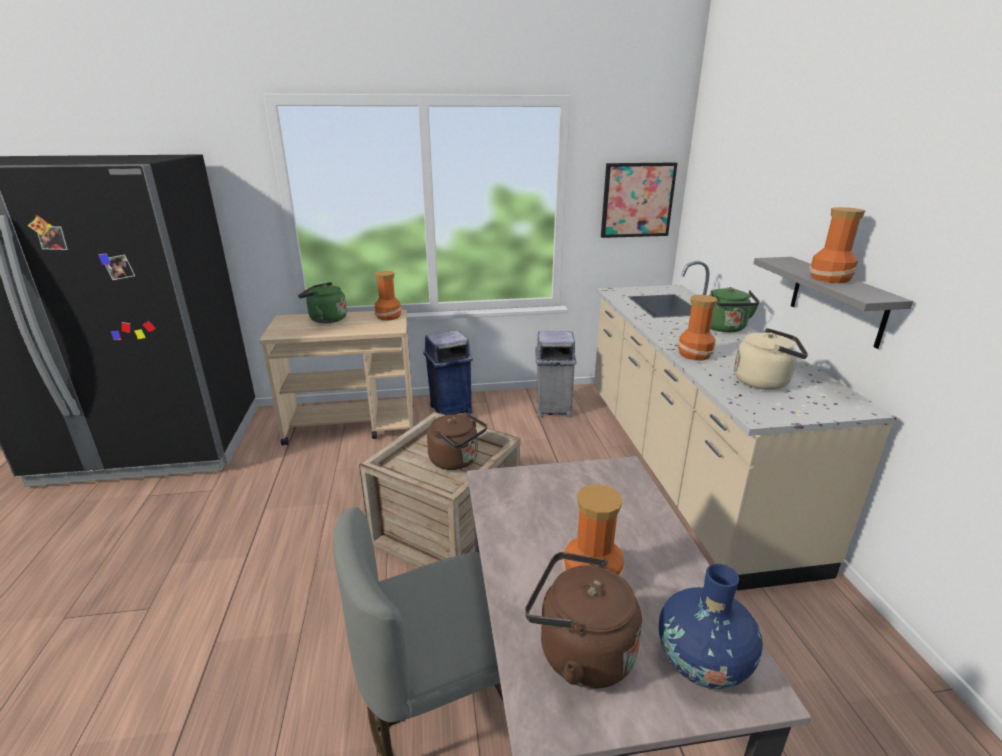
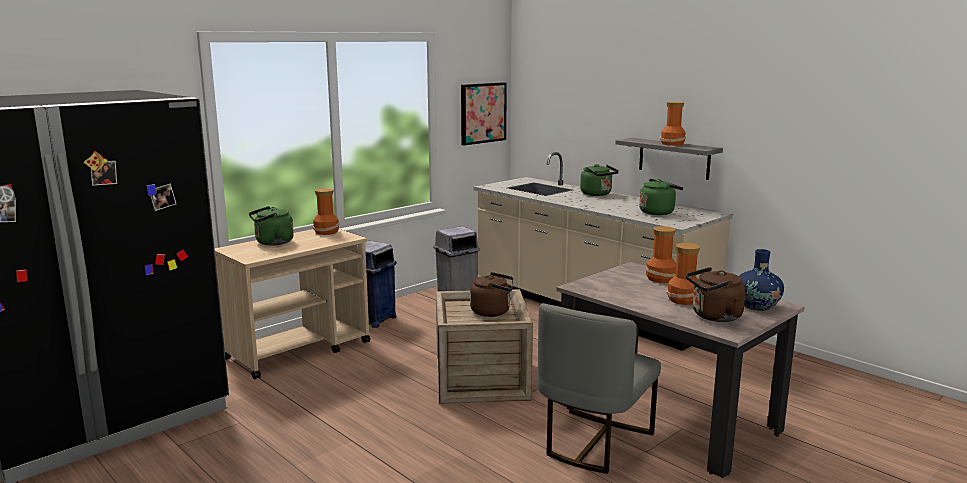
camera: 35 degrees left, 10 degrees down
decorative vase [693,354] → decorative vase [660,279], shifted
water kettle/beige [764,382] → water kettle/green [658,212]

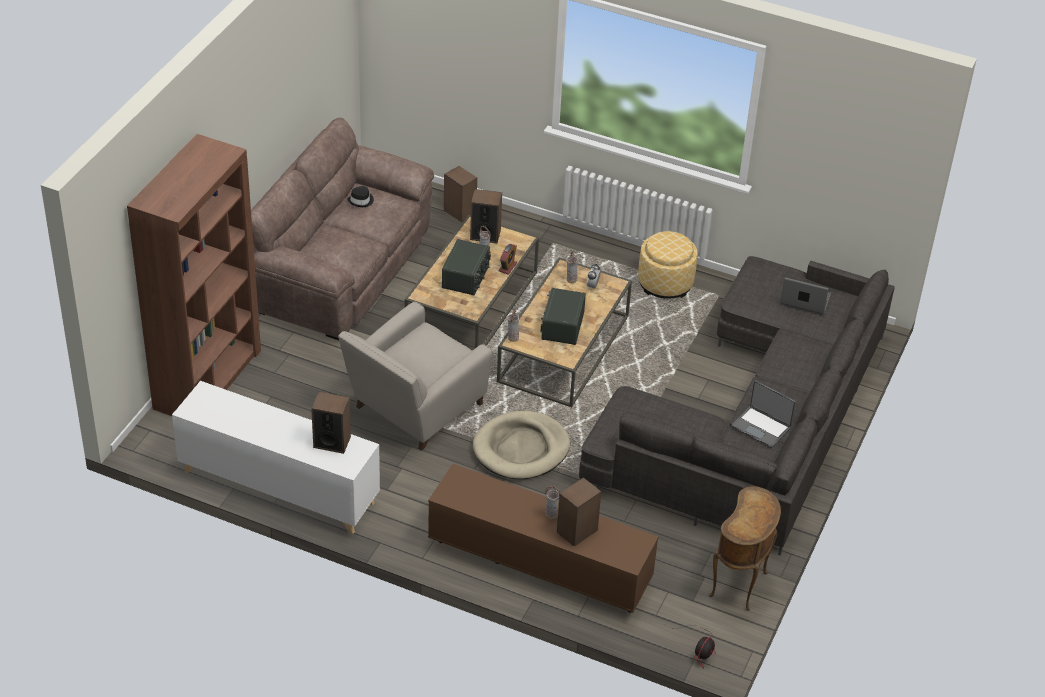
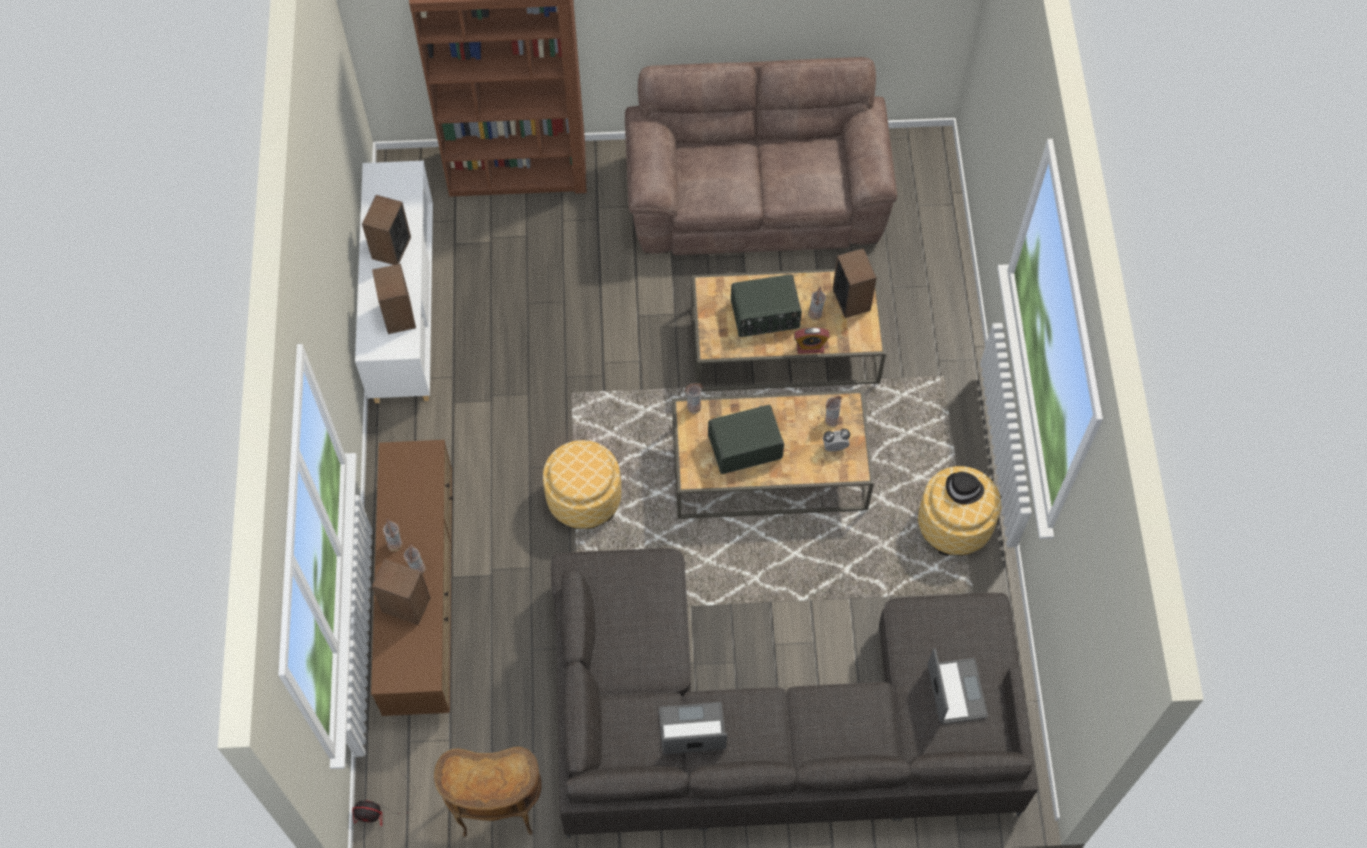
camera: 65 degrees right, 20 degrees up
lounge chair/beige [414,409] → -
- → decorative vase [395,544]
hat/black [361,201] → hat/black [964,489], shifted
loudspeaker [459,212] → loudspeaker [391,248], shifted
pet bed/beige [521,449] → pouffe [584,498]
notebook computer [761,427] → notebook computer [692,730], 75 degrees clockwise

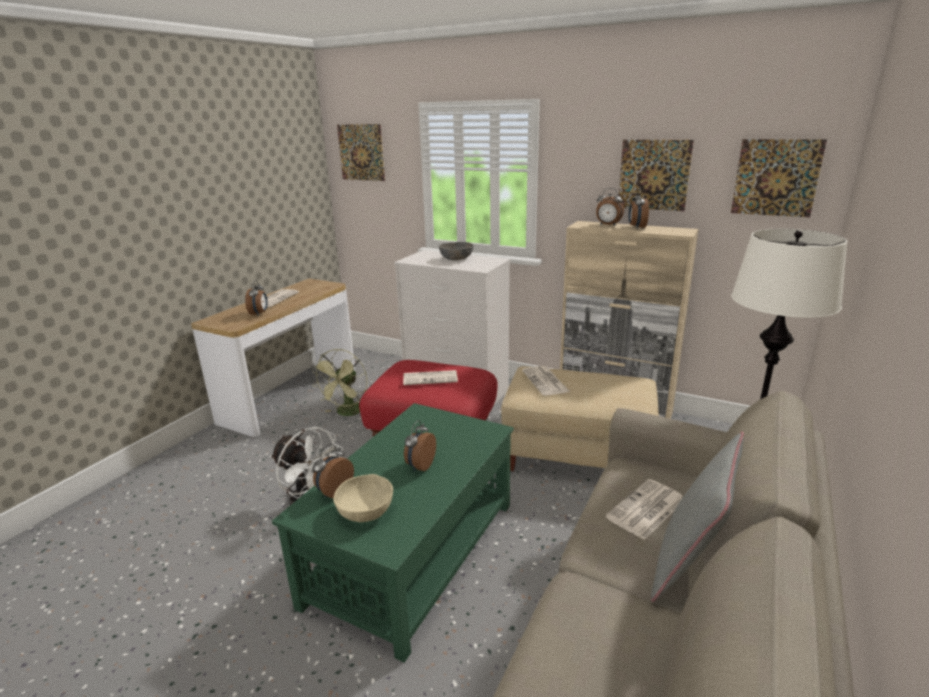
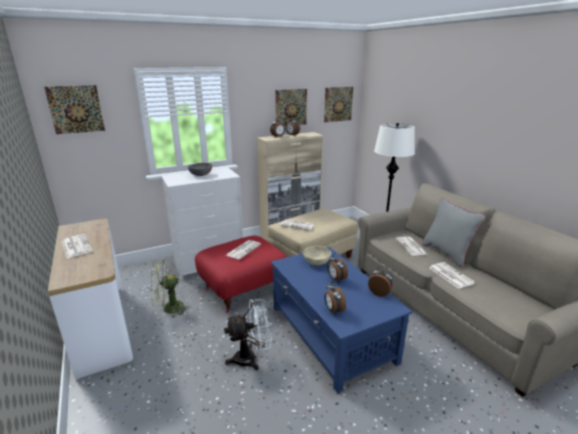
camera: 55 degrees left, 0 degrees up
- → printed paper [450,275]
table clock [259,314] → table clock [380,293], shifted
bowl/beige [366,511] → bowl/beige [316,262], shifted
low table/green [412,552] → low table/bluish [331,333]
fan/green [347,413] → fan/green [168,309], 105 degrees clockwise

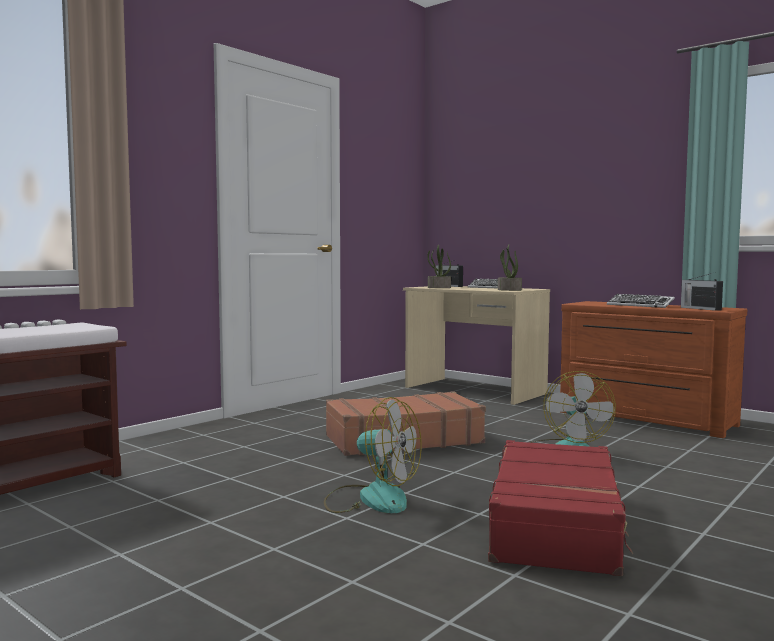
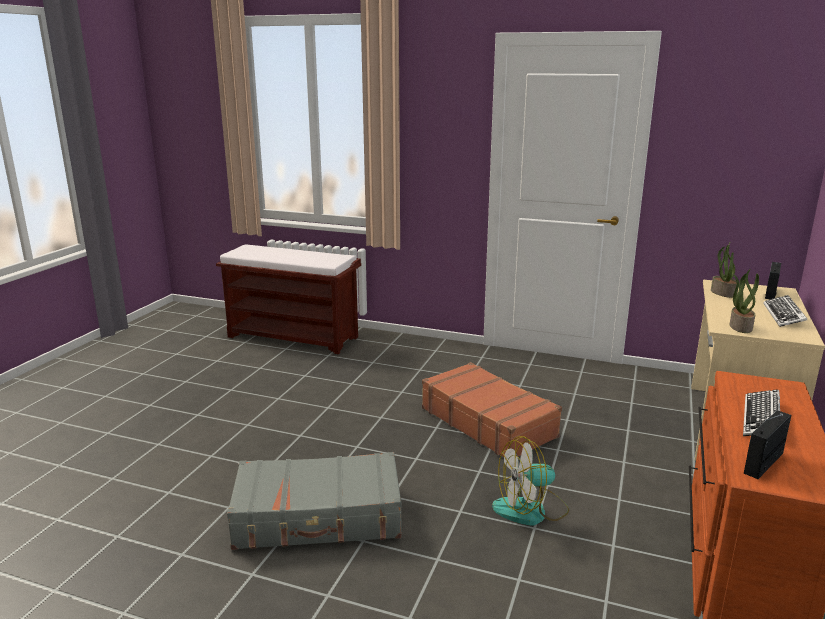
camera: 70 degrees right, 15 degrees up
fan [371,498] → -
travel case/red [556,524] → travel case/gray [319,517]

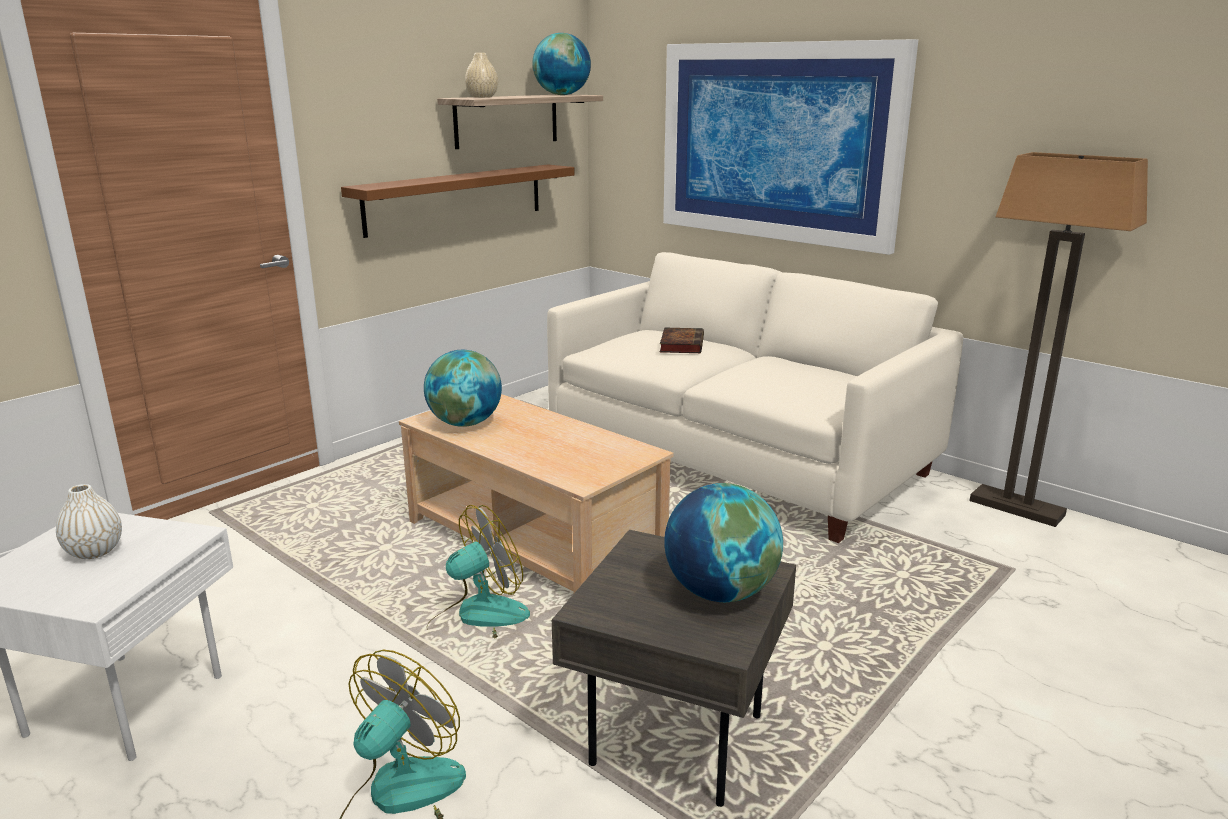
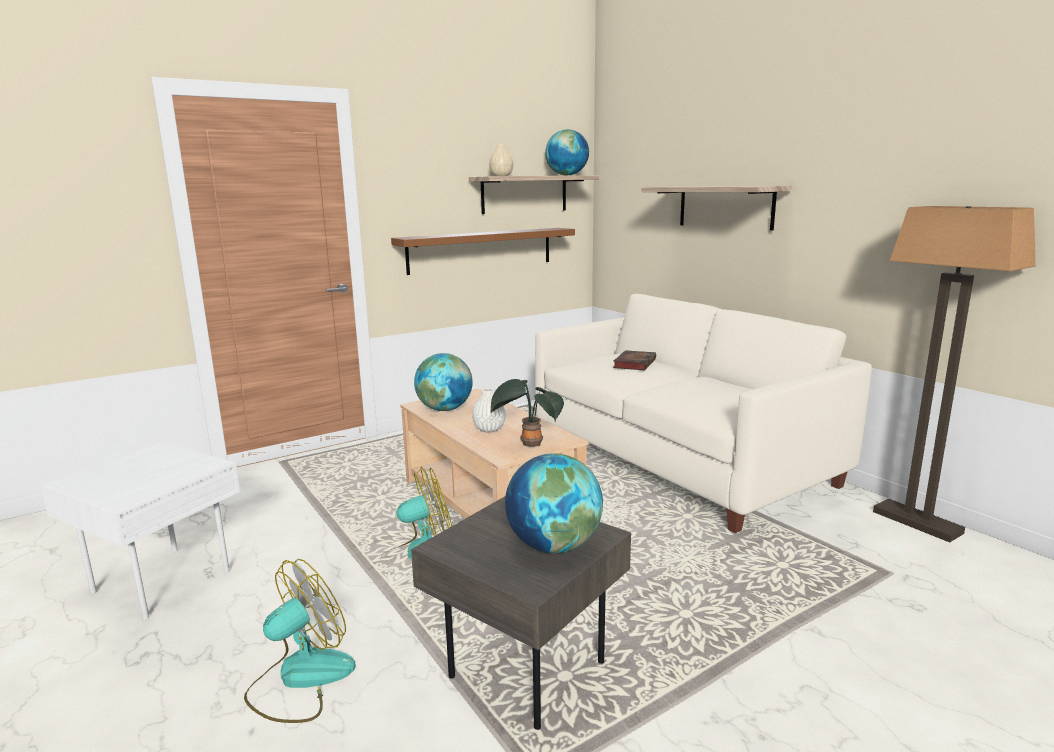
camera: 15 degrees right, 5 degrees down
- → potted plant [529,444]
decorative vase/white-coloured [94,551] → decorative vase/white-coloured [489,429], shifted
picture [777,142] → shelf [725,207]

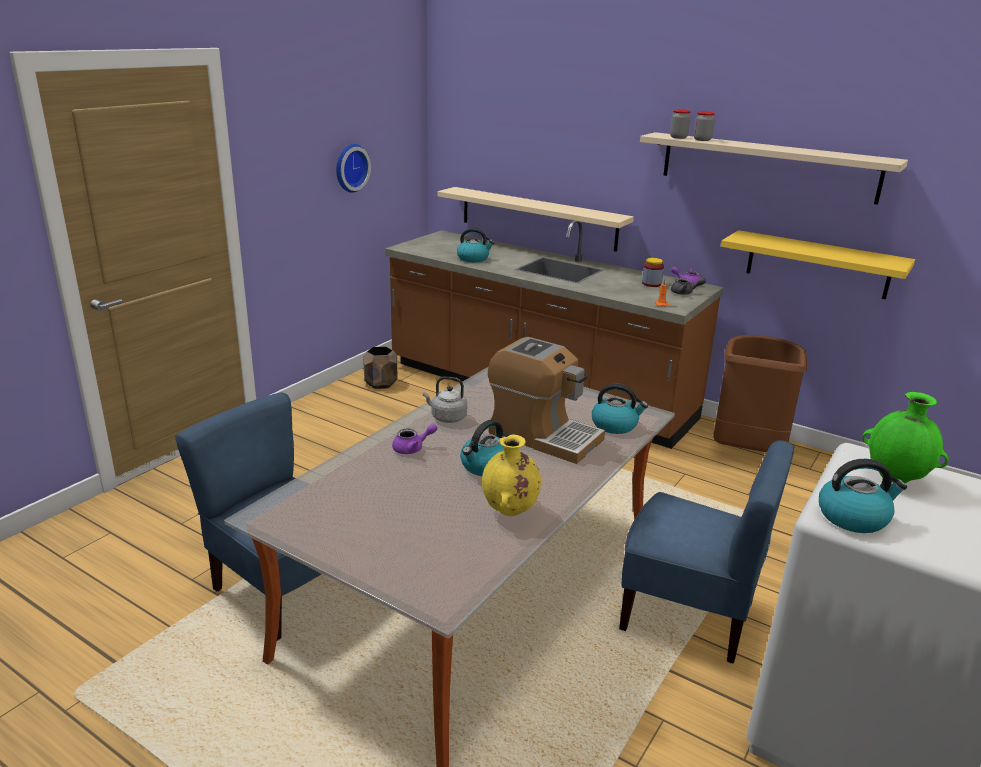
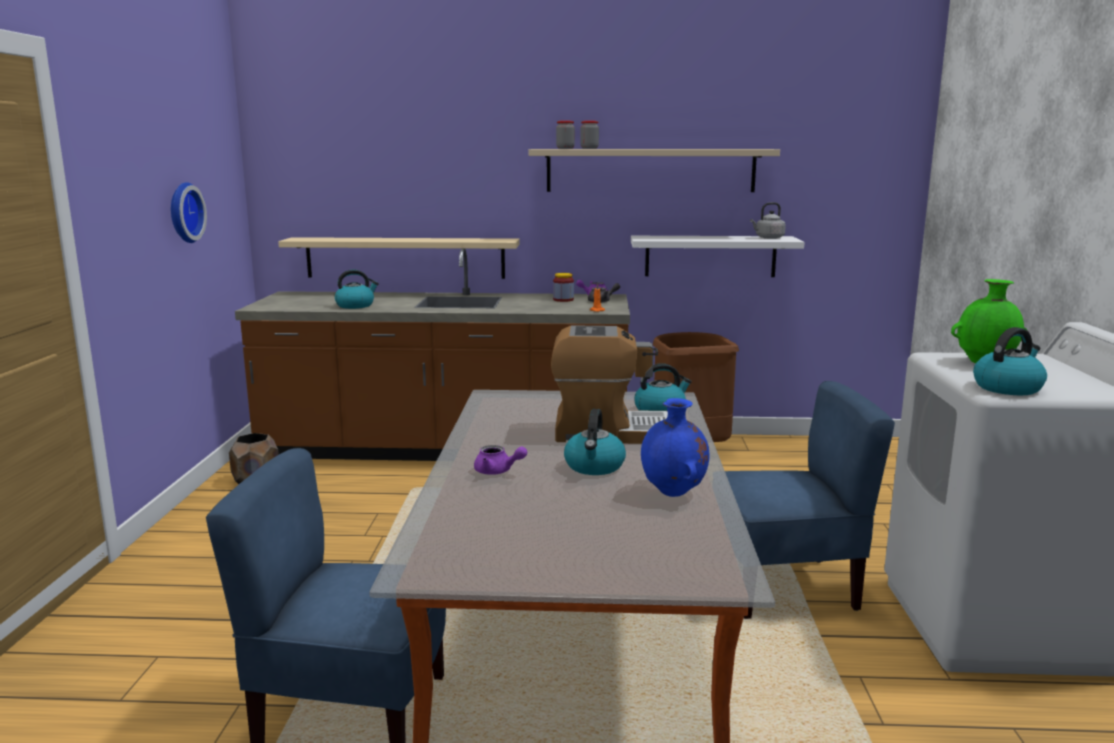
camera: 30 degrees left, 10 degrees down
water kettle/gray [447,417] → water kettle/gray [768,238], shifted
decorative vase/yellow [510,511] → decorative vase/bluish [673,493]
shelf/yellow [817,264] → shelf/white-coloured [710,256]
teapot/purplish [412,448] → teapot/purplish [497,471], 75 degrees clockwise

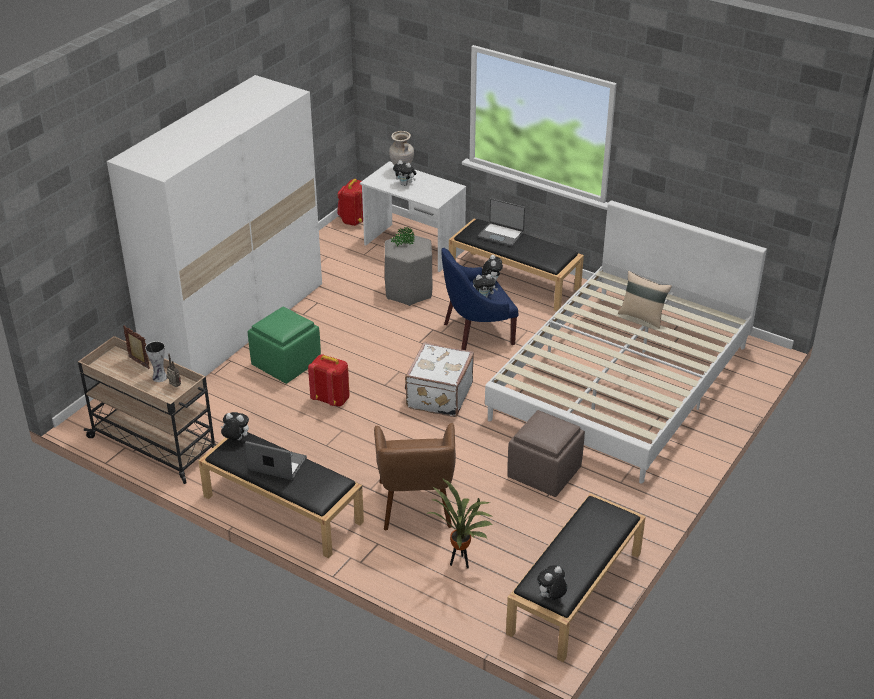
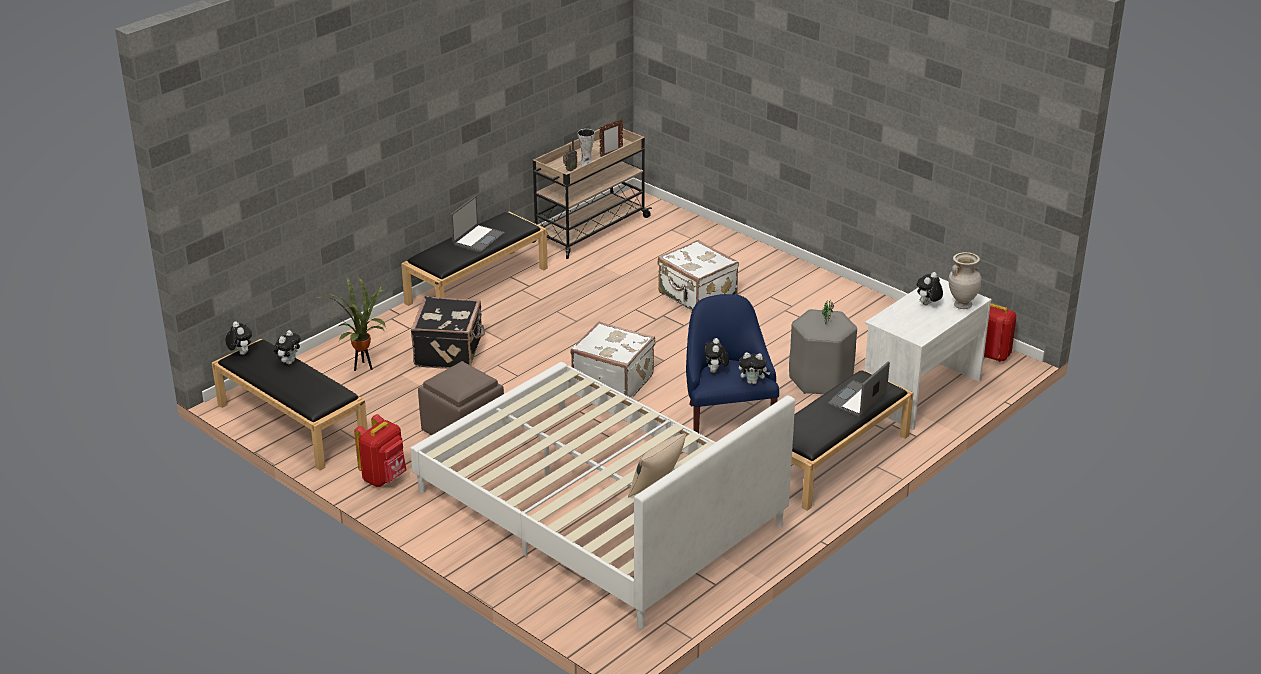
camera: 100 degrees right, 5 degrees down
clothes cupboard/white-coloured [236,323] → -
cuddly toy [236,439] → cuddly toy [289,361], shifted
backpack/red [331,399] → backpack/red [384,478], shifted
pouffe/green [286,363] → travel case/white-coloured [696,296]
lounge chair/brownish [416,505] → travel case/black [450,352]

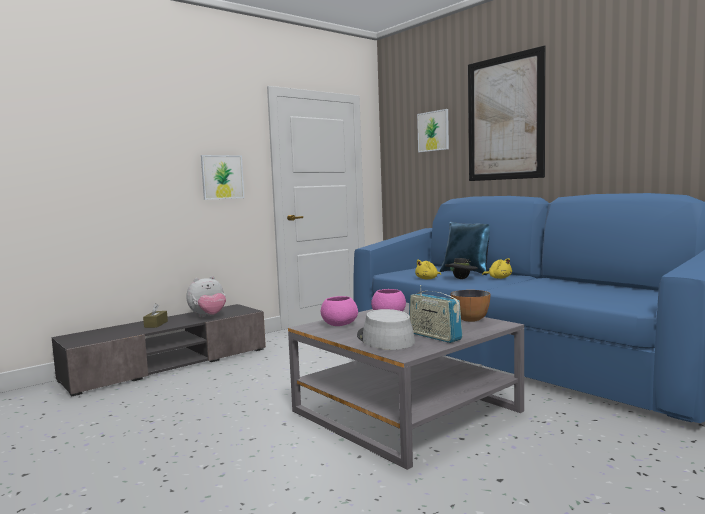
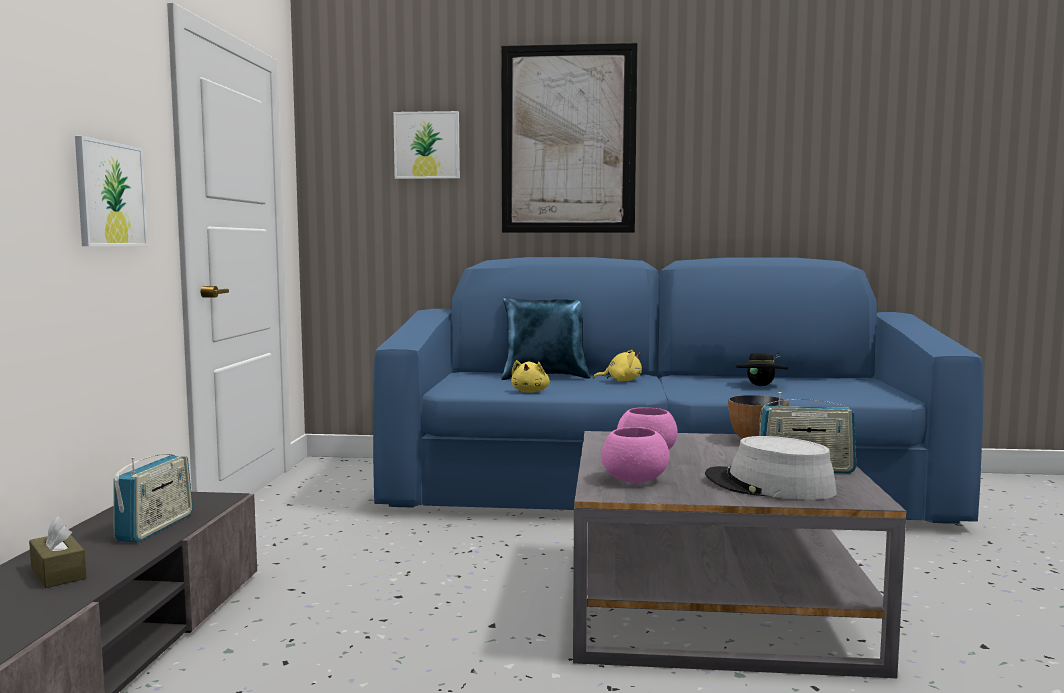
camera: 45 degrees left, 0 degrees up
hat/black [461,279] → hat/black [761,386], shifted
cuddly toy [208,316] → radio set [155,527]

